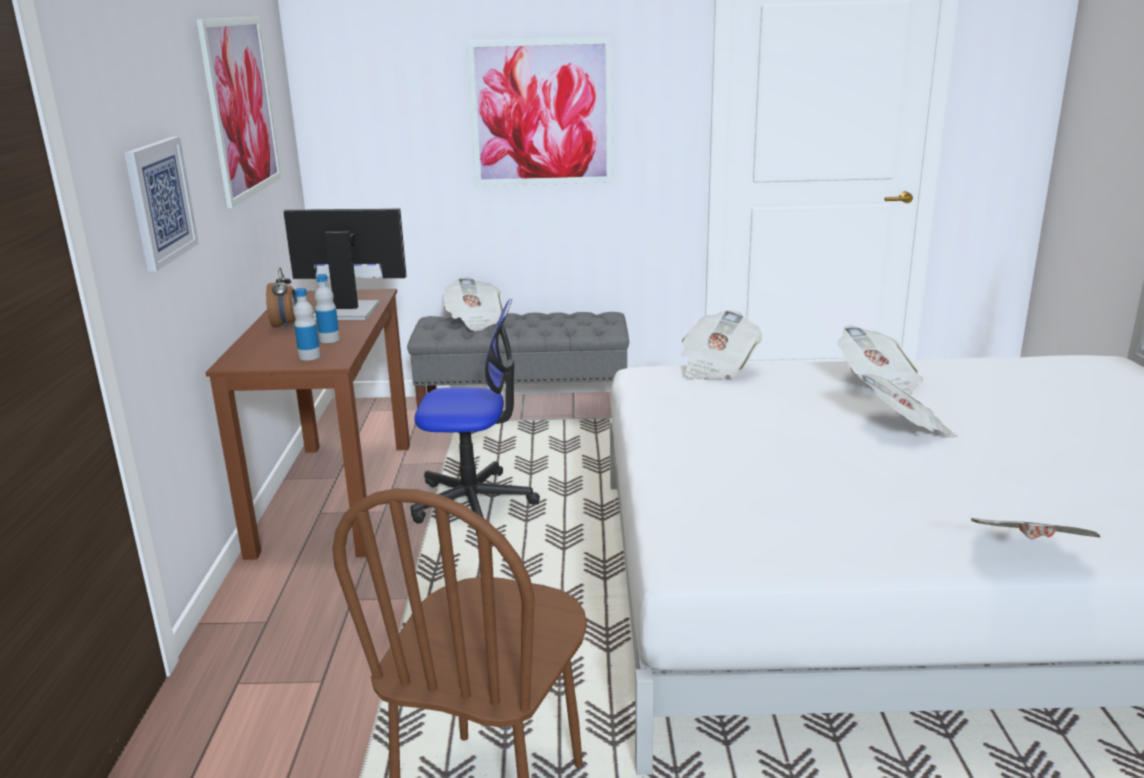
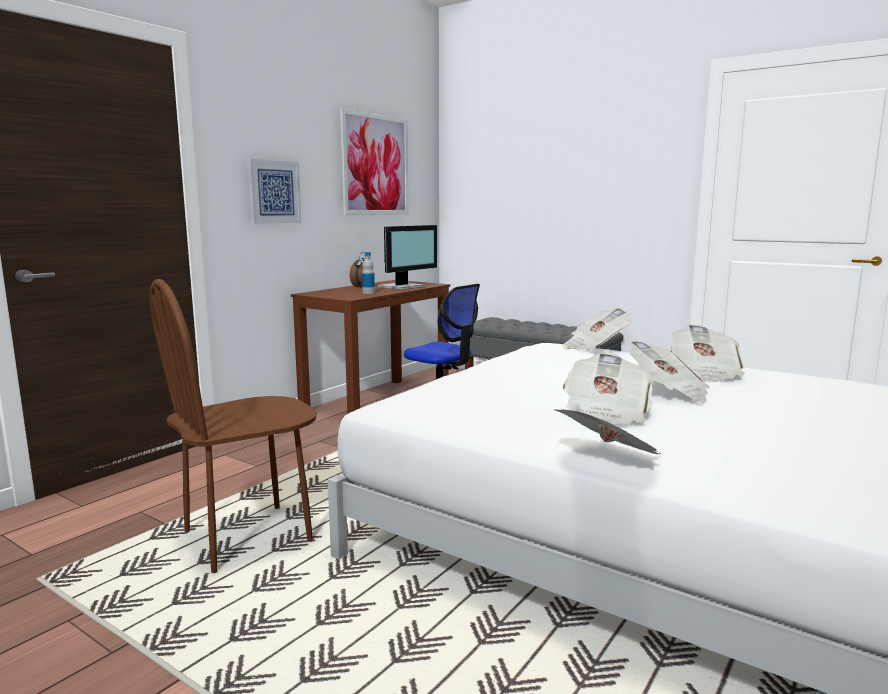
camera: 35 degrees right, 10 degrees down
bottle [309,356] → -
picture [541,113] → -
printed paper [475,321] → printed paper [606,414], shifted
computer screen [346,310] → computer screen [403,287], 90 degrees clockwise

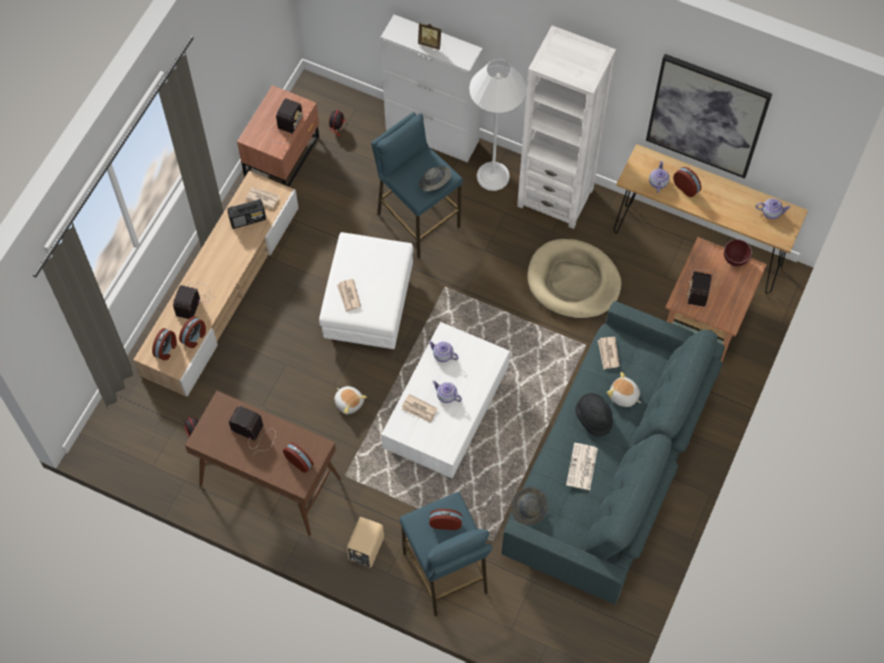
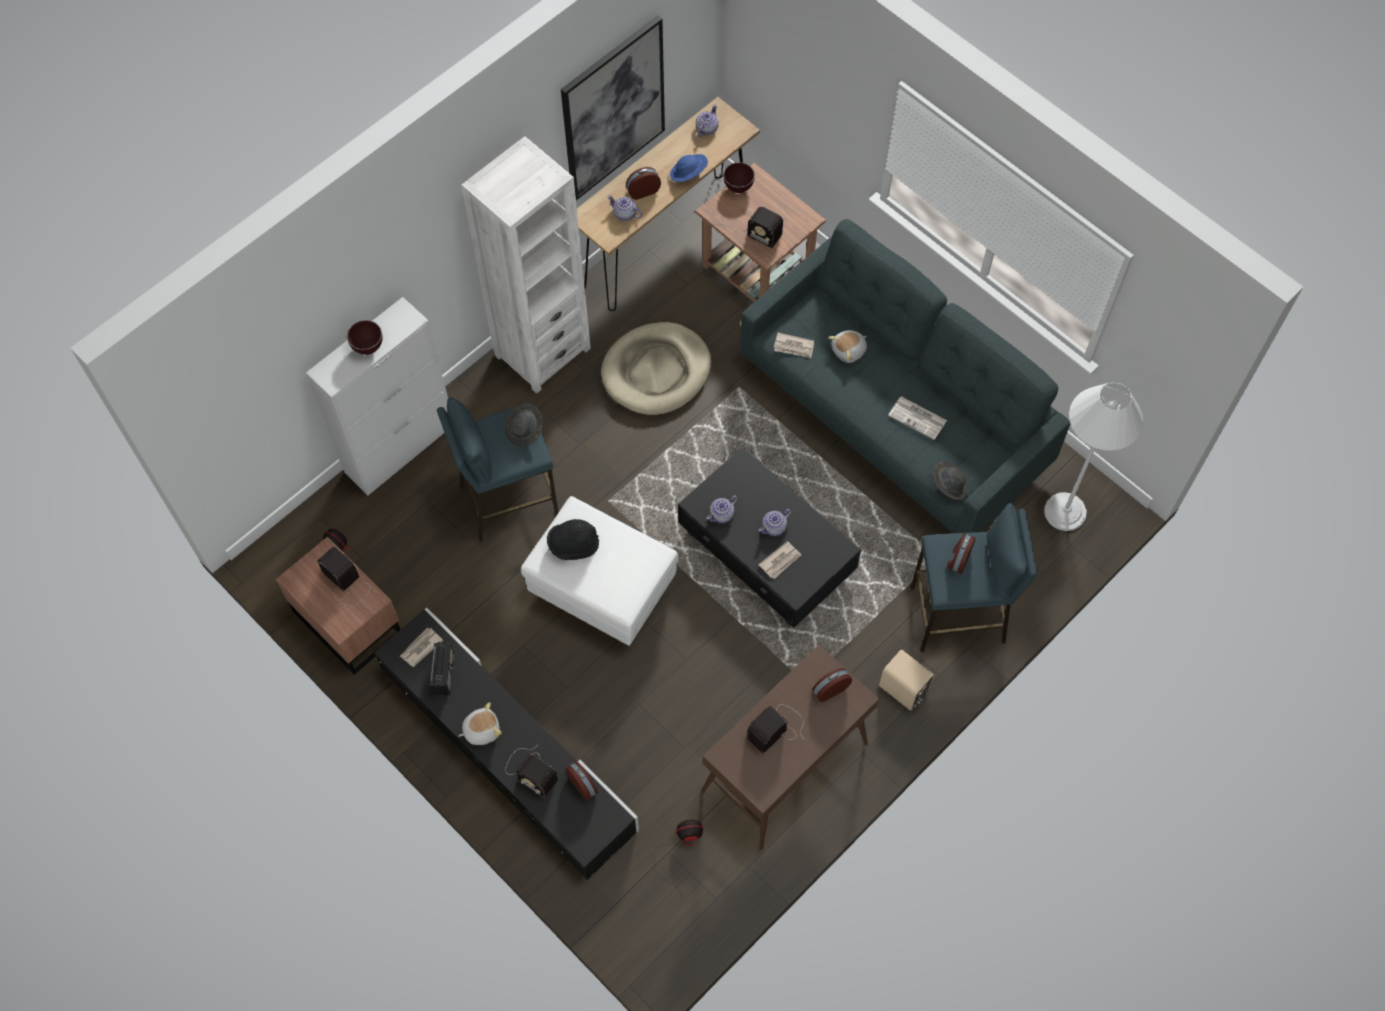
camera: 70 degrees left, 0 degrees up
table clock [166,349] → -
printed paper [348,296] → -
- → hat/bluish [688,174]
cuddly toy [349,402] → cuddly toy [481,729], shifted
standard lamp/white-coloured [493,176] → standard lamp/white-coloured [1065,512], shifted
hat/black [594,418] → hat/black [573,545], shifted
picture frame [430,43] → bowl/brownish [368,347]
tv stand/beige [221,290] → tv stand/black [507,749]
low table/white-coloured [445,413] → low table/black [767,553]

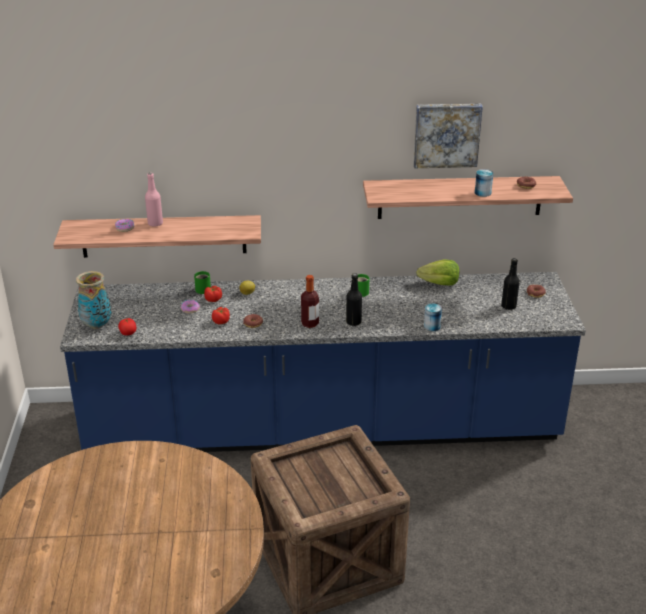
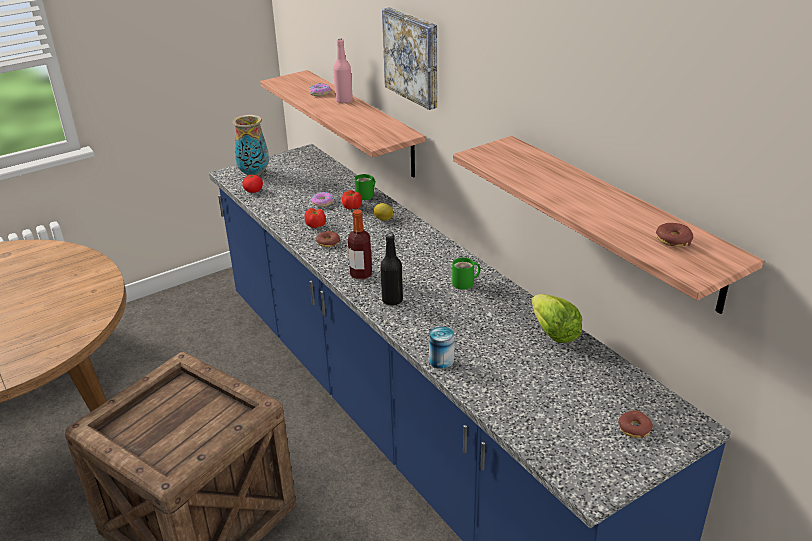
camera: 60 degrees right, 0 degrees up
sealed can [482,193] → -
bottle/black [508,306] → -
picture [446,134] → picture [413,57], shifted

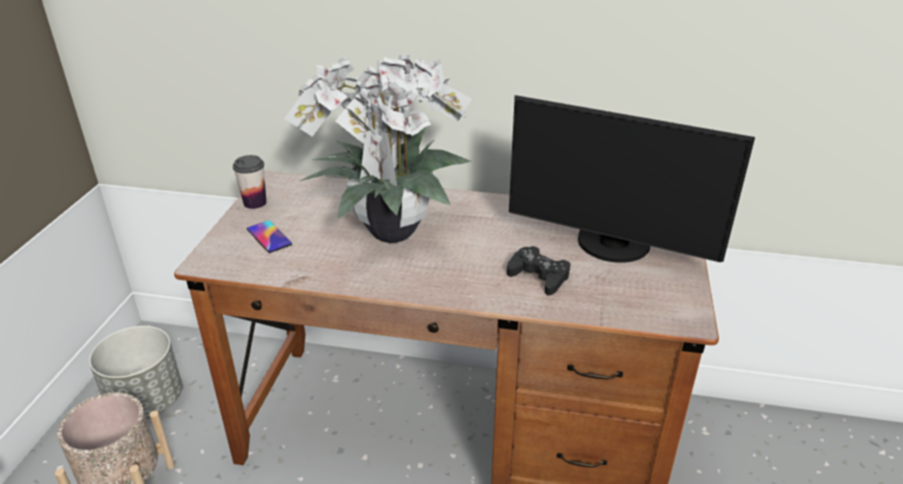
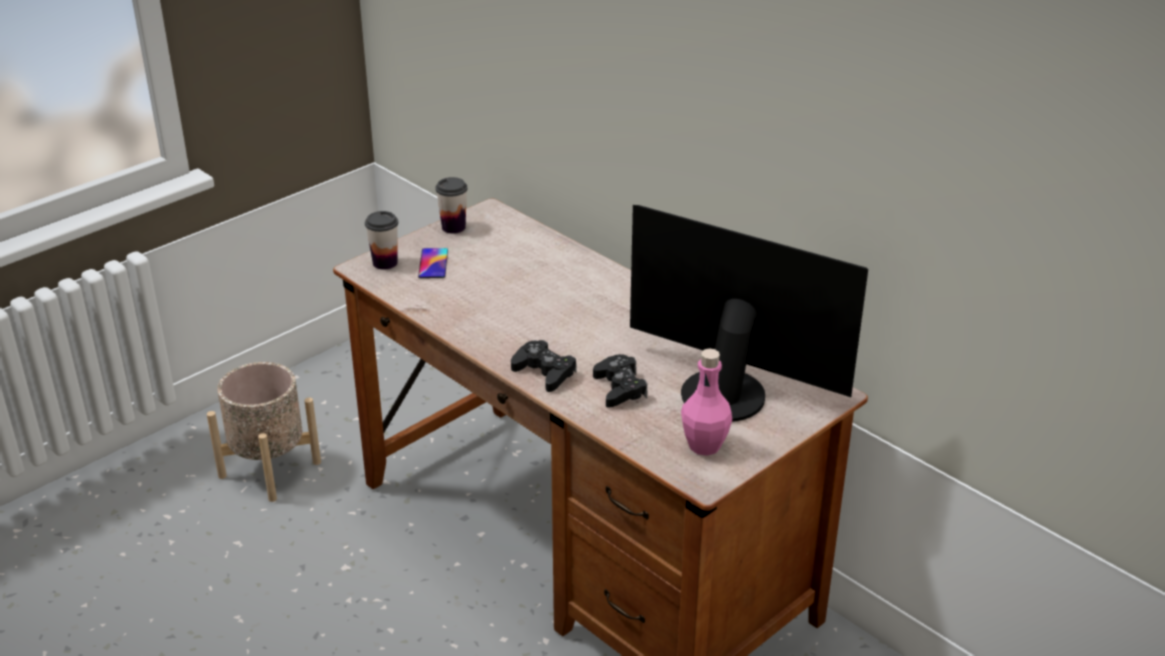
camera: 35 degrees right, 0 degrees up
planter/gray [146,402] → -
potted plant [387,231] → -
- → cup [385,263]
- → game controller/black [544,372]
- → bottle/pink [704,445]
computer screen [612,246] → computer screen [726,391], 150 degrees clockwise

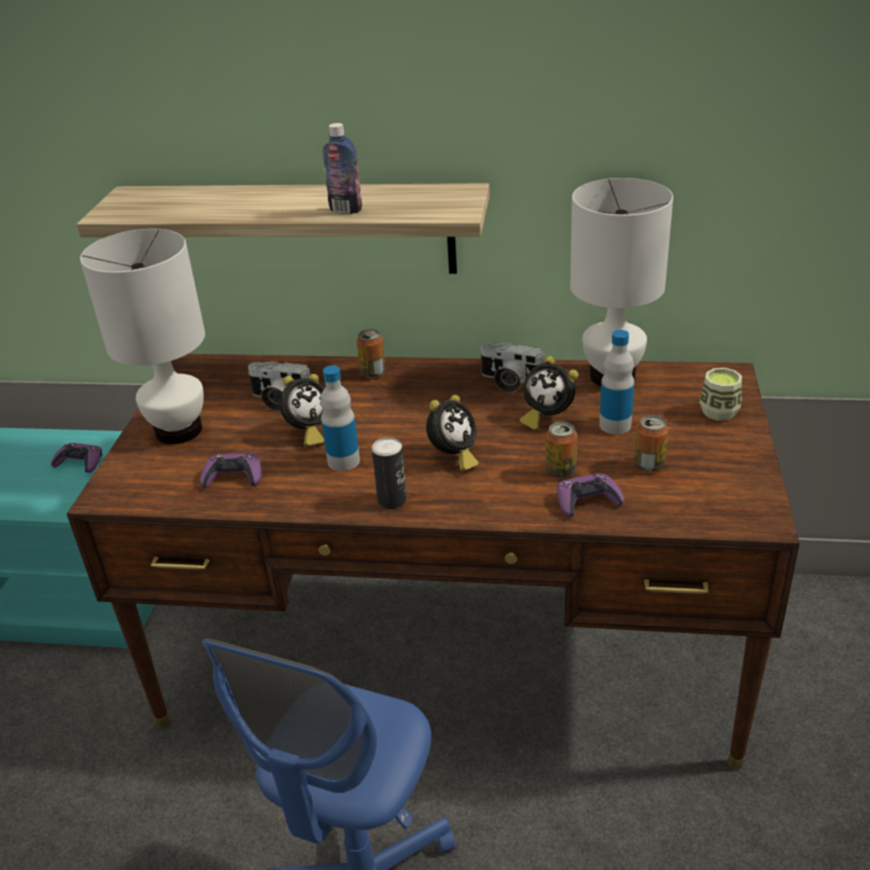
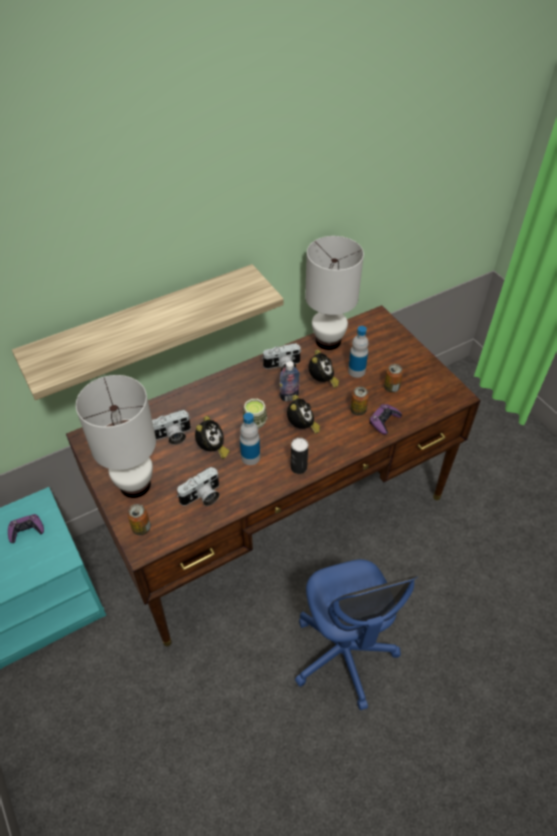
camera: 40 degrees left, 15 degrees up
bottle [346,210] → bottle [289,397], shifted
sealed can [373,373] → sealed can [141,528], shifted
cup [719,412] → cup [255,422], shifted
game controller/purplish [233,477] → photo camera [202,497]
table clock [546,417] → table clock [322,381], 75 degrees counterclockwise

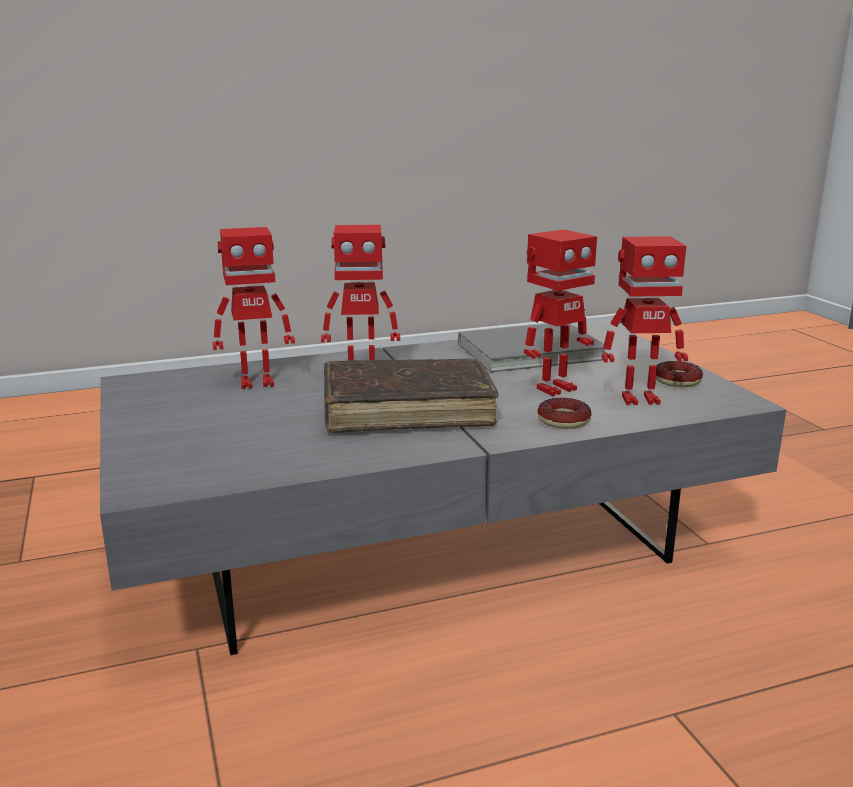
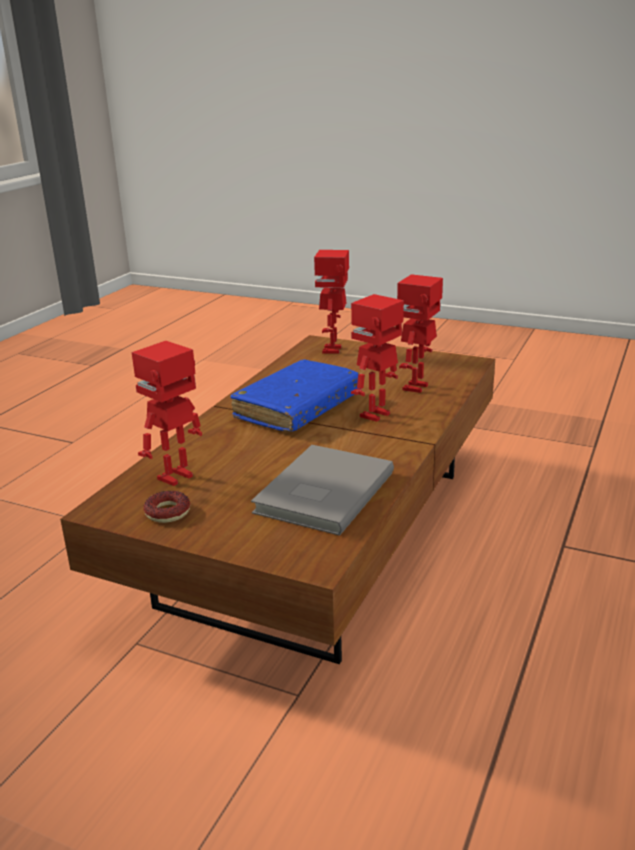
camera: 135 degrees right, 5 degrees up
donut [563,420] → -
model robot [554,388] → model robot [333,350], shifted
low table/gray [427,539] → low table/brownish [322,536]
volume/brownish [407,411] → volume/bluish [298,407]

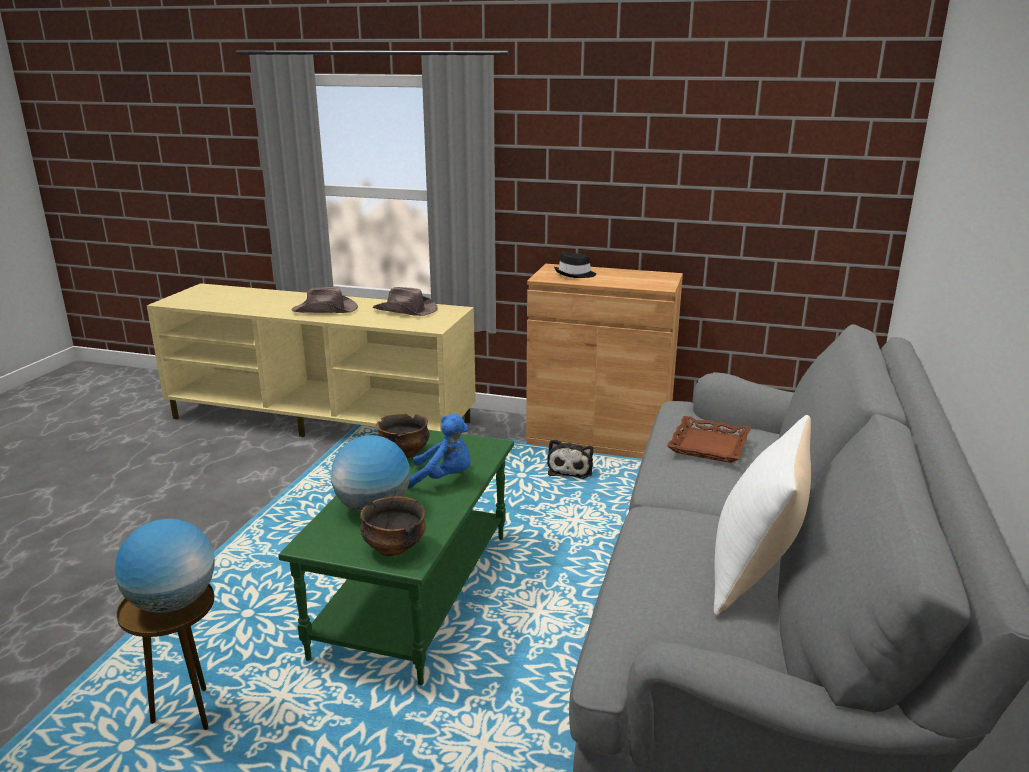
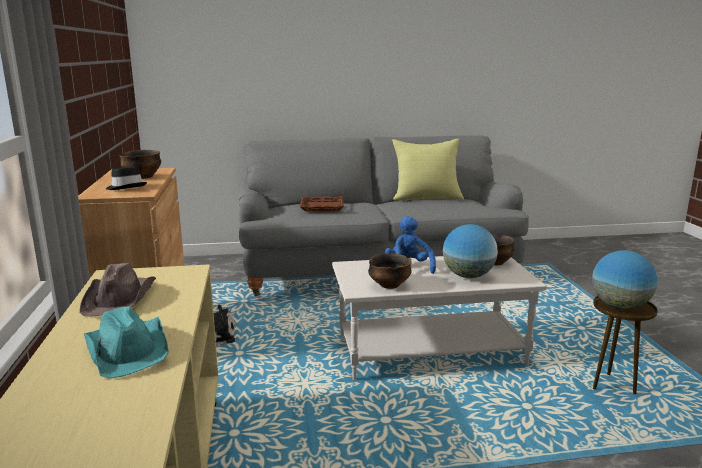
camera: 115 degrees left, 5 degrees down
- → bowl [143,177]
low table/green [417,594] → low table/white-coloured [430,351]
hat/brownish [325,310] → hat/turquoise [128,349]
throw pillow/white-coloured [754,571] → throw pillow/yellow [426,198]

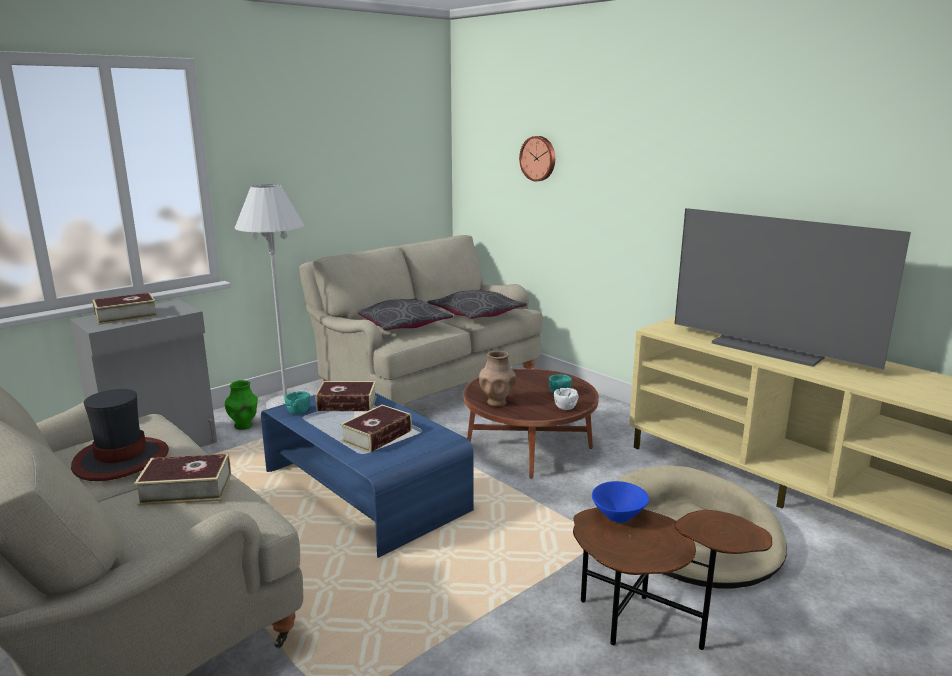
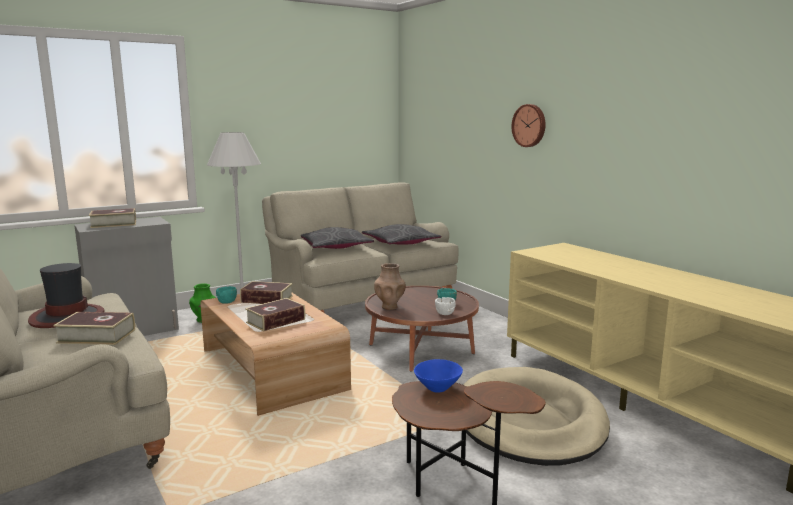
camera: 10 degrees right, 5 degrees down
television [771,348] → -
wall clock [538,158] → wall clock [530,125], shifted
low table/bluish [364,490] → low table/brownish [272,369]

